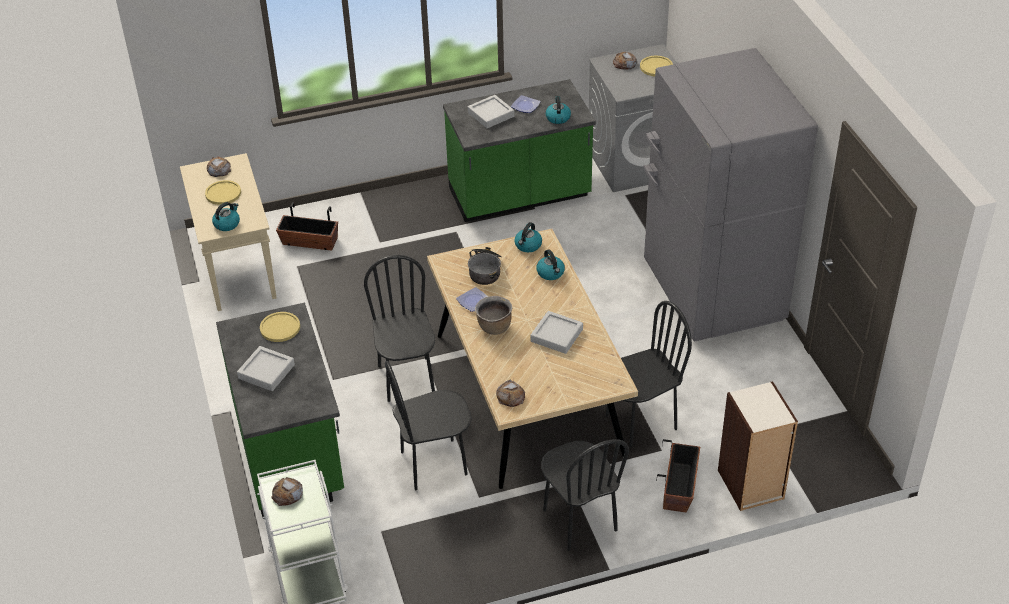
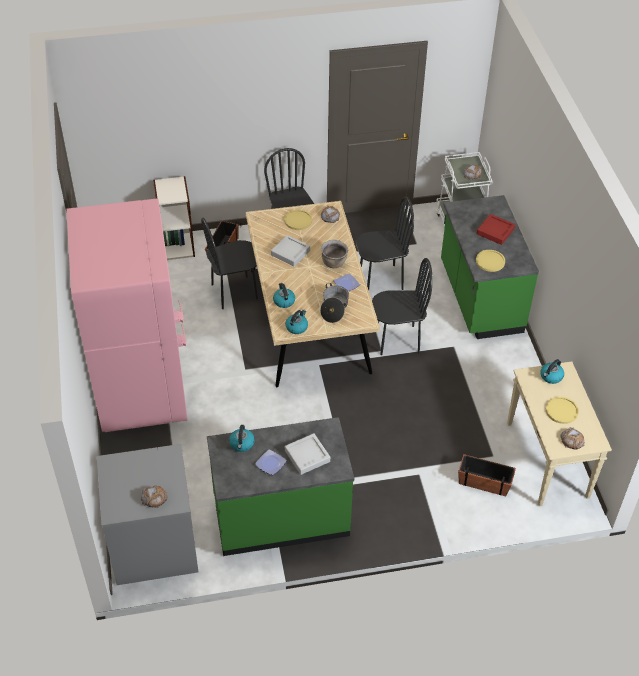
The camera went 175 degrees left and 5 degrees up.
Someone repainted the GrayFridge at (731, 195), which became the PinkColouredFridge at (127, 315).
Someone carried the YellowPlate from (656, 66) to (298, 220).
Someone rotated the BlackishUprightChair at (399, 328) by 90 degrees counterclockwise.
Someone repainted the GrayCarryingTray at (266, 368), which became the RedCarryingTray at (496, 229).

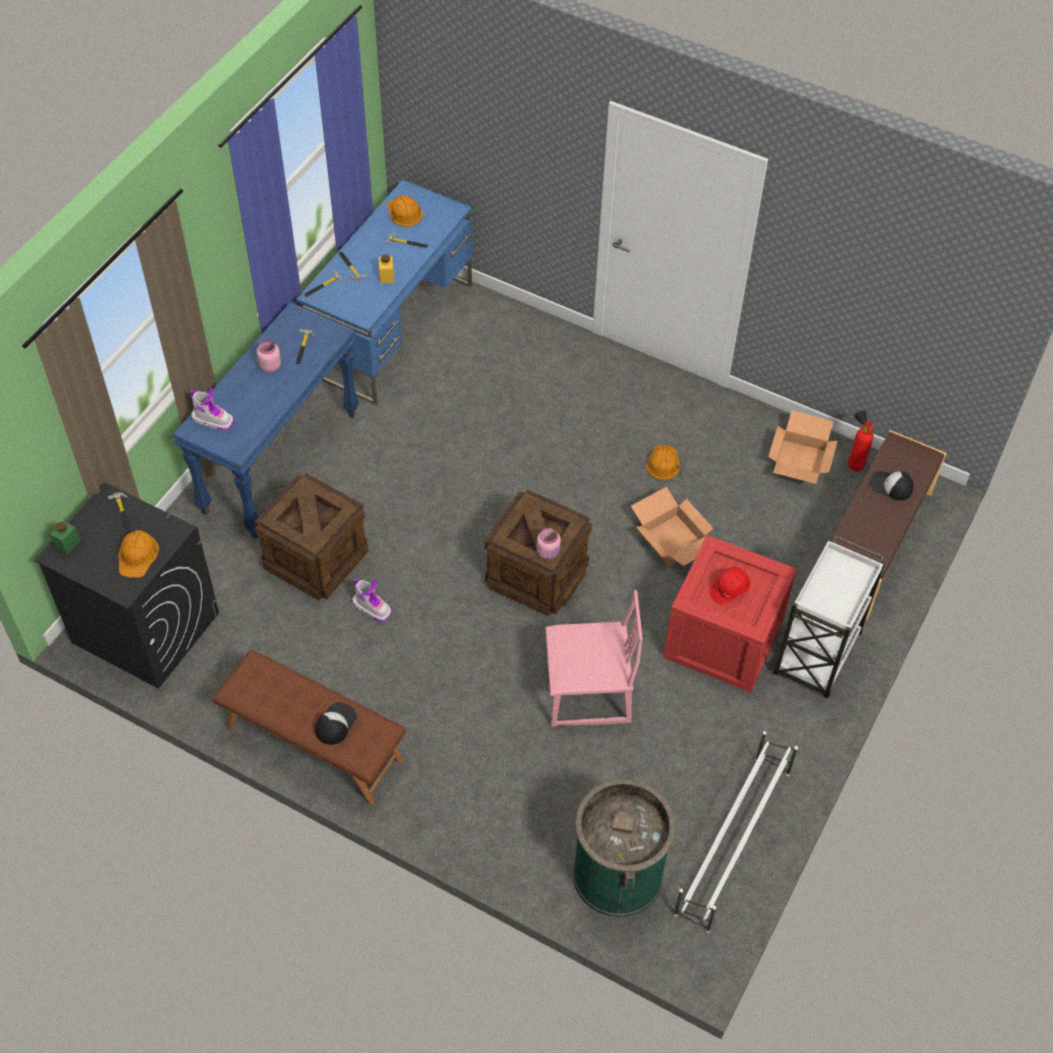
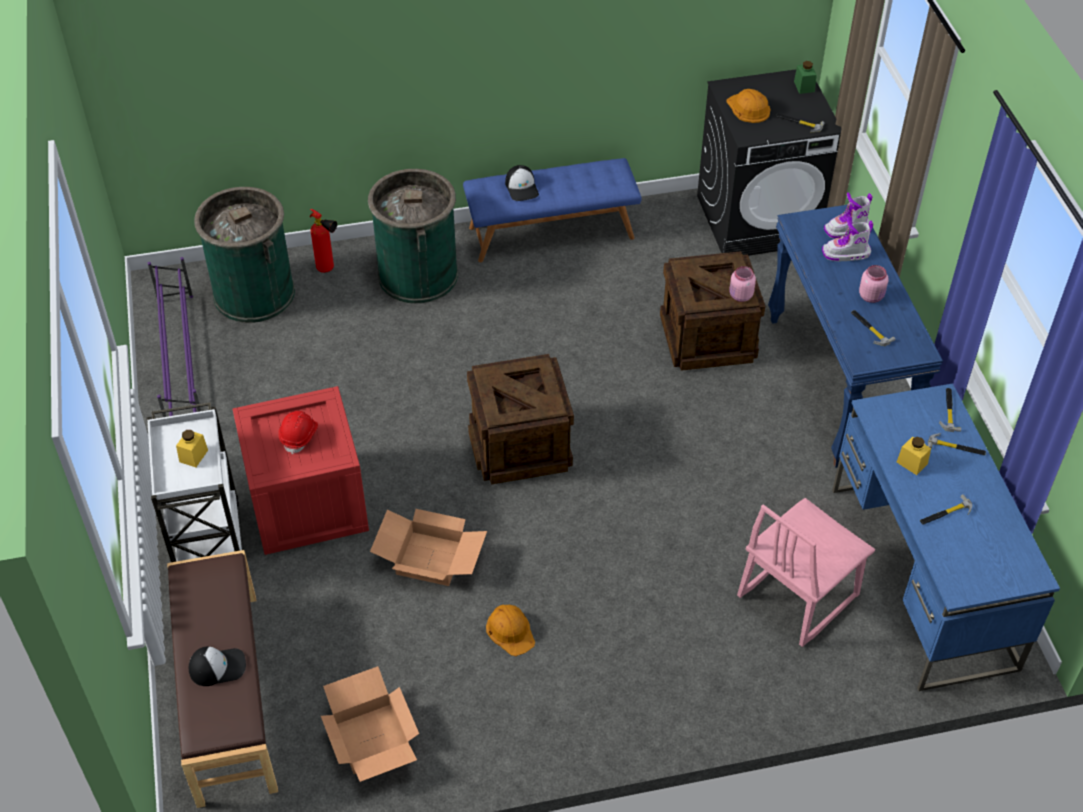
The camera went 140 degrees right and 5 degrees down.
Someone repainted the WhiteColouredShoeRack at (736, 832), which became the PurpleShoeRack at (174, 337).
Someone put down the YellowJar at (192, 448).
Someone carried the FireFightingCylinder from (861, 440) to (323, 241).
Someone put down the GreenColouredTrashCan at (413, 236).
Someone repainted the BrownColouredIndoorBench at (309, 727), which became the BlueColouredIndoorBench at (552, 210).
Someone carried the PinkColouredJar from (549, 544) to (742, 284).
Someone carried the PinkColouredUprightChair from (594, 658) to (806, 572).
Someone carried the HighTopBoot from (372, 600) to (847, 238).
Someone took away the OrangeWorkHelmet at (405, 211).

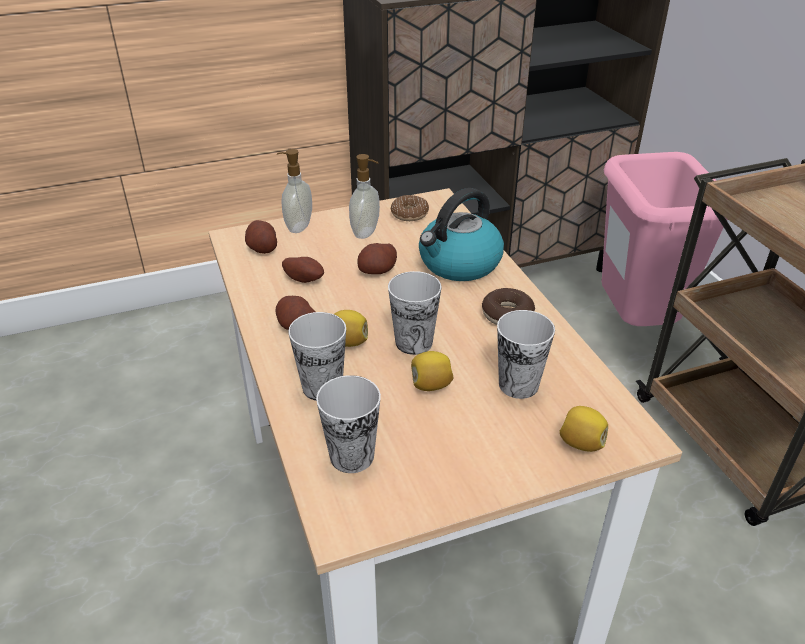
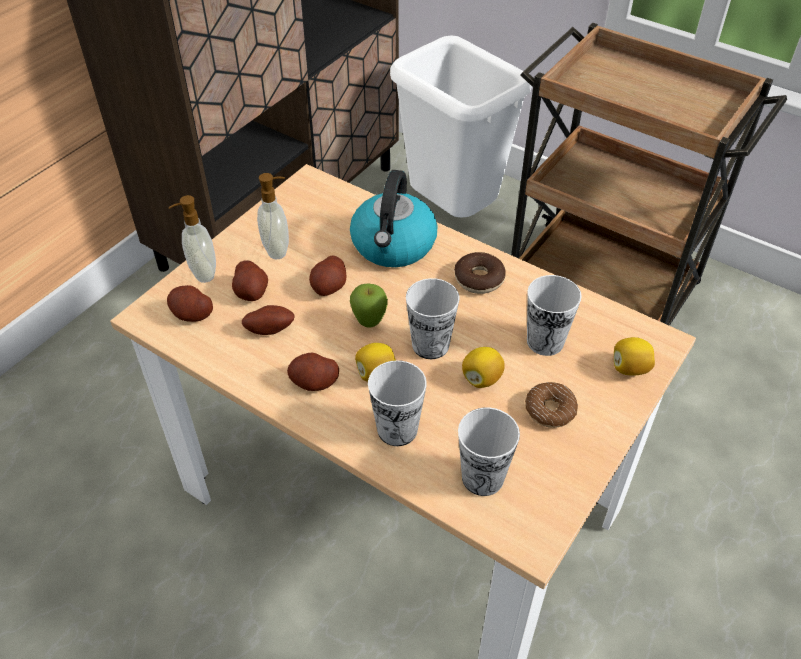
The camera went 35 degrees left and 10 degrees up.
Someone put down the WholePotato at (250, 280).
Someone put down the Apple at (369, 305).
Someone repainted the PinkColouredTrashCan at (664, 239), which became the WhiteColouredTrashCan at (461, 126).
Someone carried the Donut from (410, 208) to (551, 405).

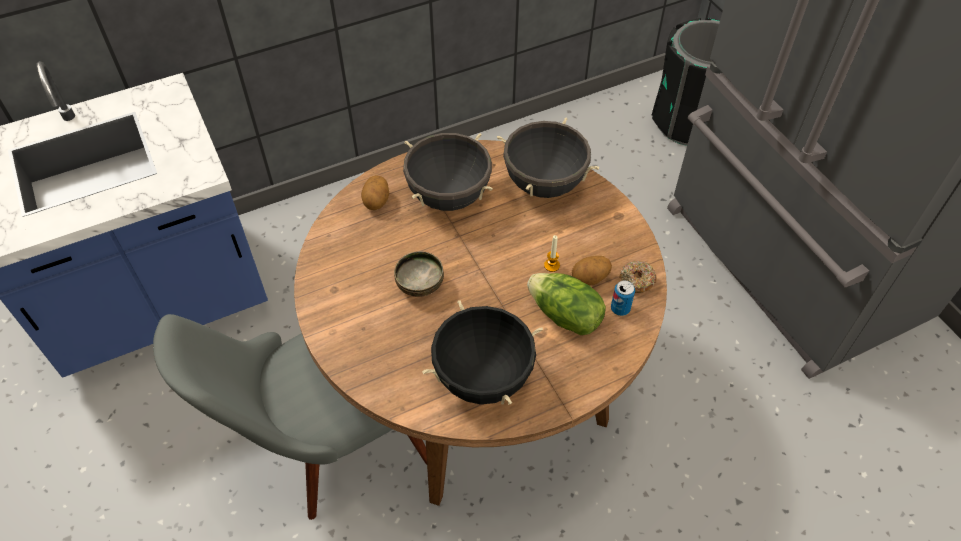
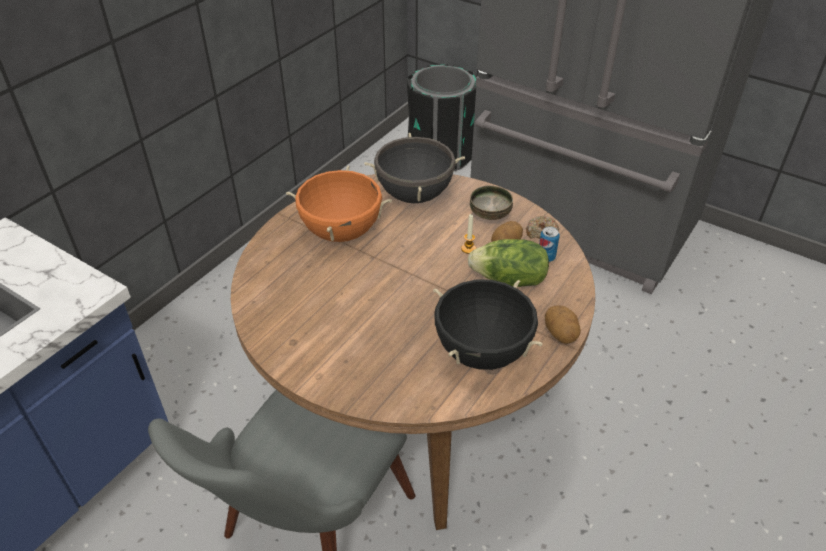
The camera went 30 degrees left and 10 degrees down.
Someone repainted the BlackishSaucepot at (448, 172), which became the OrangeSaucepot at (339, 204).
Someone carried the ServingBowl from (419, 274) to (491, 202).
Someone carried the WholePotato from (375, 192) to (563, 324).

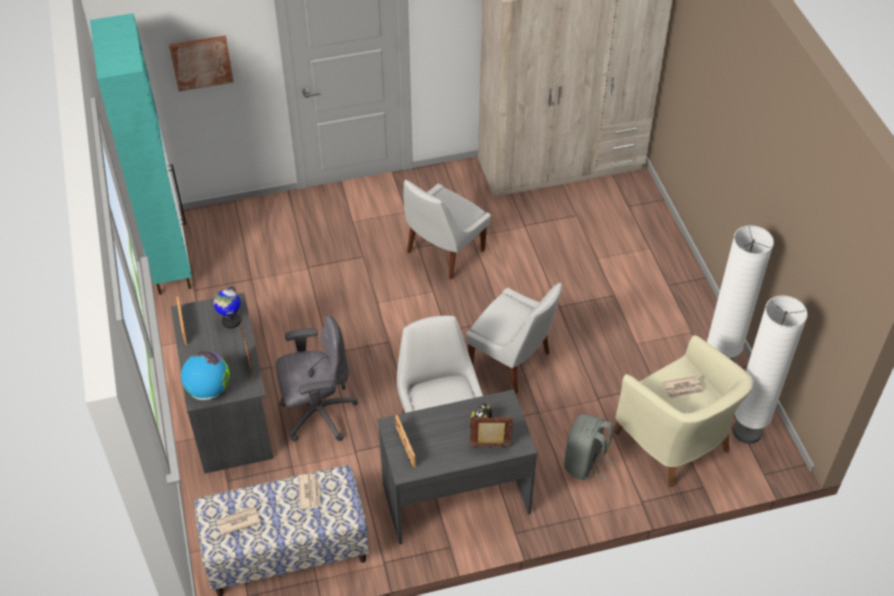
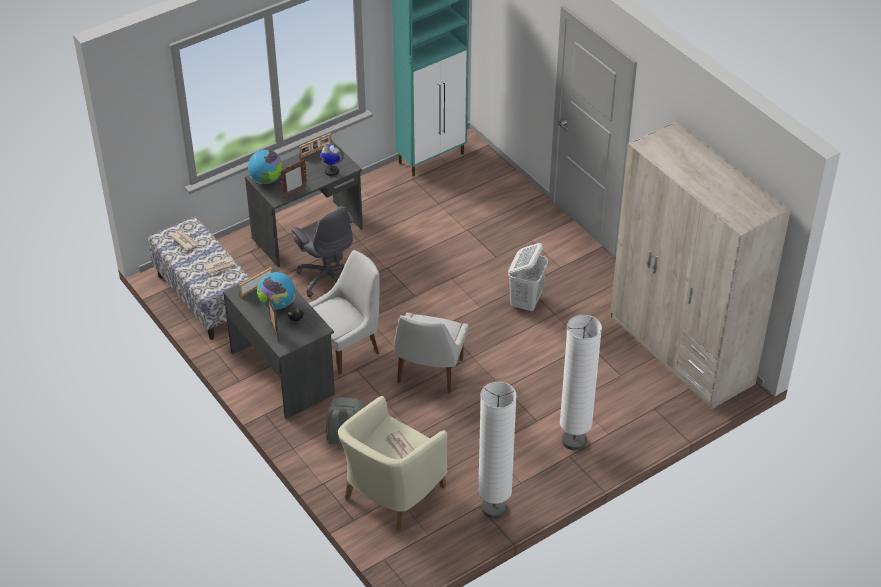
The camera went 70 degrees right and 5 degrees down.
Someone put down the Globe at (276, 291).
Someone swapped the WhiteColouredUprightChair at (447, 230) for the WhiteColouredLaundryBasket at (528, 277).
Someone carried the WhiteColouredStandingLamp from (770, 370) to (581, 382).
Someone took away the Picture at (201, 63).

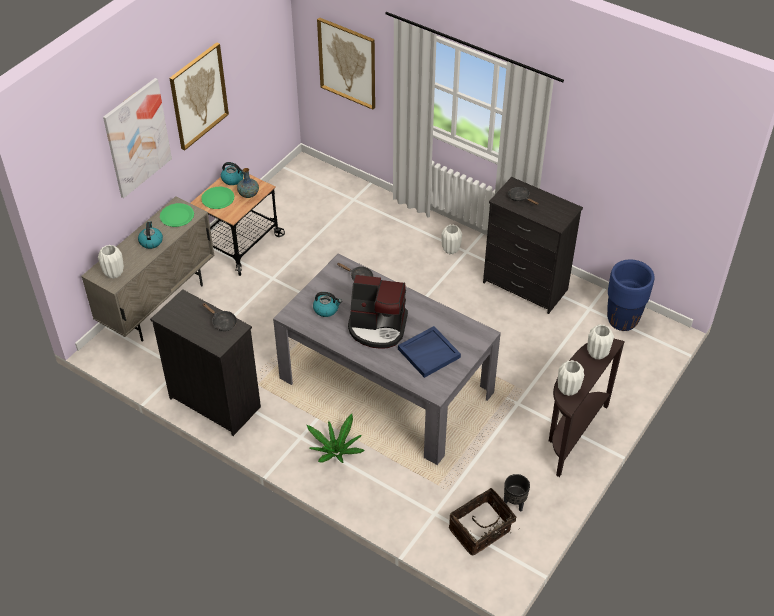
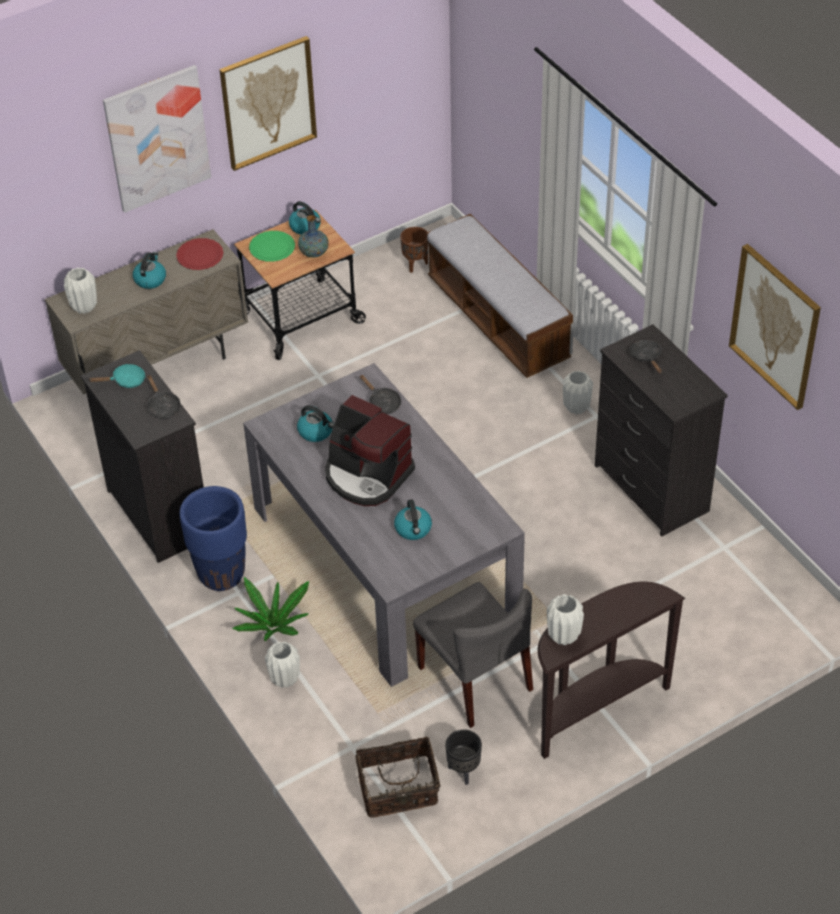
The camera went 25 degrees right and 0 degrees up.
Someone put down the TurquoiseSkillet at (117, 376).
Someone repainted the GreenColouredPlate at (177, 215), which became the RedPlate at (199, 254).
Someone carried the BlueColouredPlanter from (630, 295) to (213, 538).
Someone carried the WhiteColouredFlowerVase from (600, 342) to (282, 664).
Someone swapped the BlueColouredCarryingTray at (429, 352) for the WaterKettle at (413, 519).
Someone put down the BrownColouredPlanter at (414, 250).
Someone put down the GrayUprightChair at (473, 655).
Someone put down the IndoorBench at (500, 296).
Someone carried the Picture from (346, 63) to (775, 327).

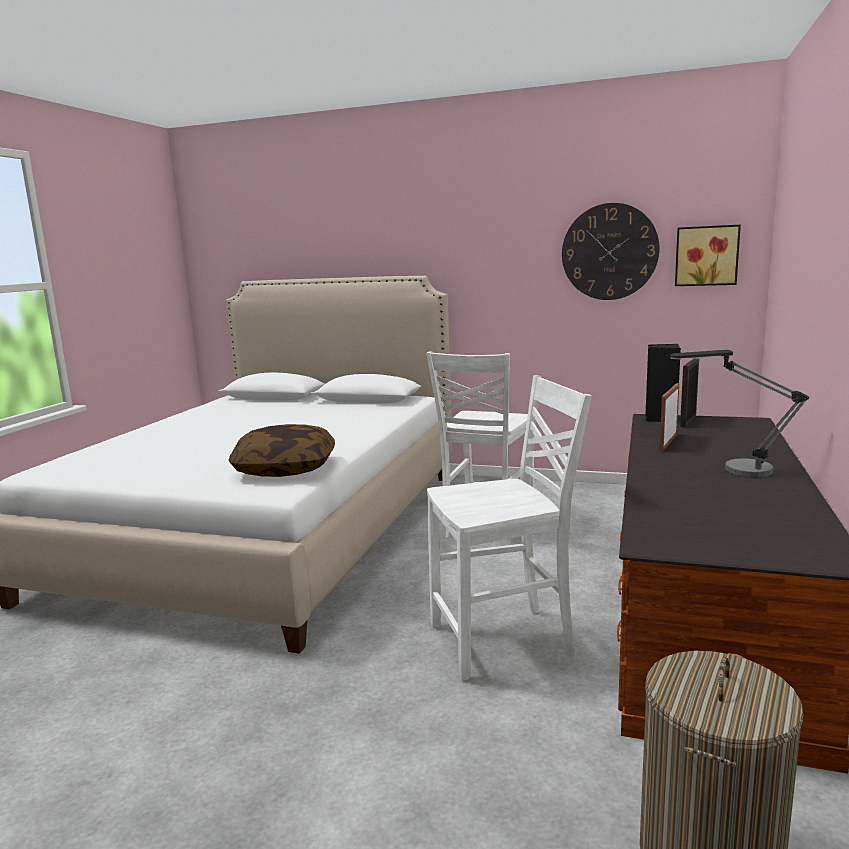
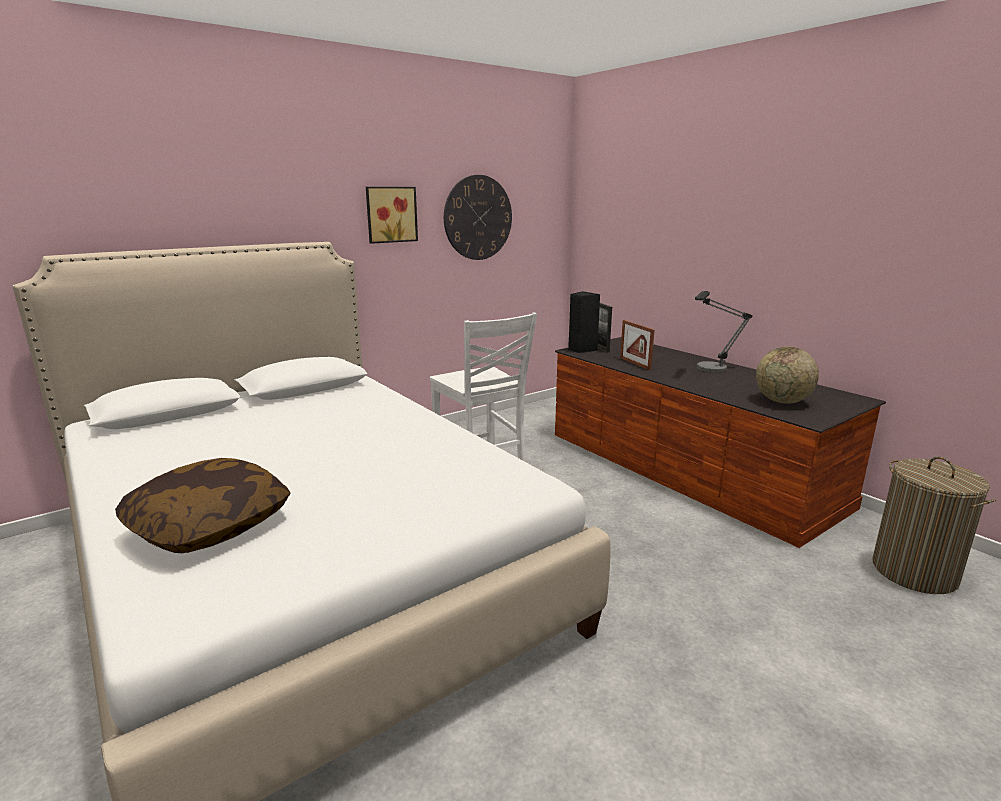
The camera went 55 degrees left and 5 degrees up.
Someone carried the Pillow from (282, 450) to (203, 505).
Someone carried the Picture from (708, 255) to (392, 215).
Someone put down the Globe at (787, 375).
Someone took away the WhiteColouredUprightChair at (509, 528).

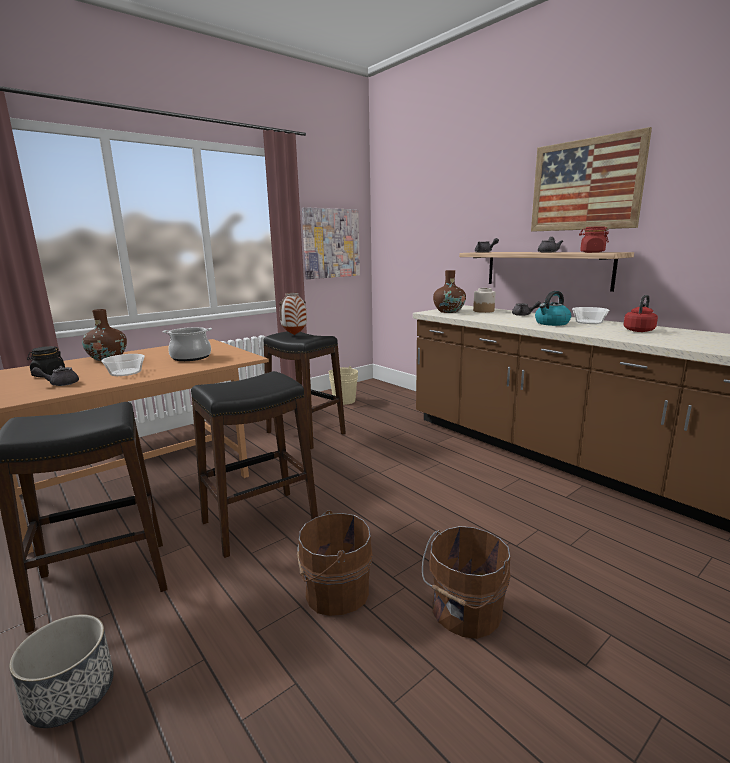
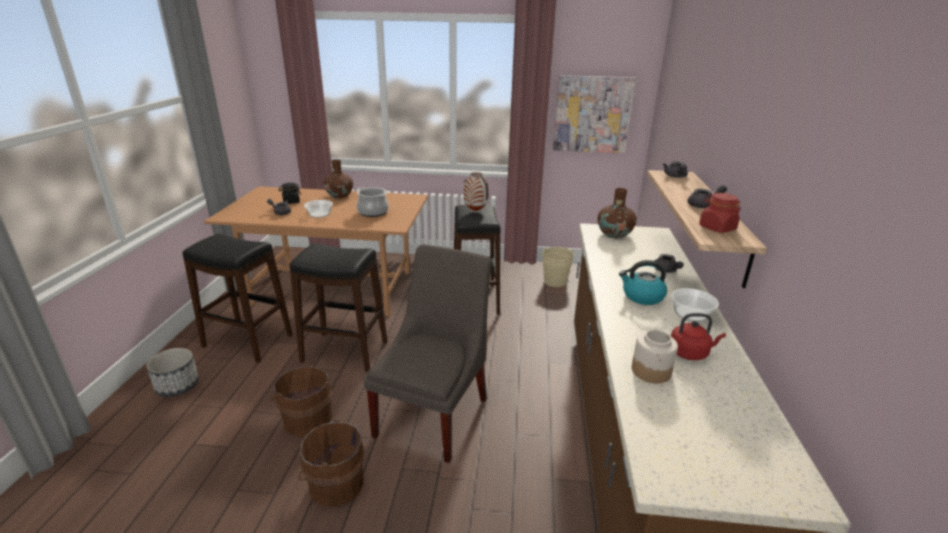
The camera went 45 degrees right and 10 degrees up.
Someone put down the GrayUprightChair at (428, 353).
Someone carried the Jar from (484, 300) to (655, 356).
Someone took away the Picture at (591, 179).

